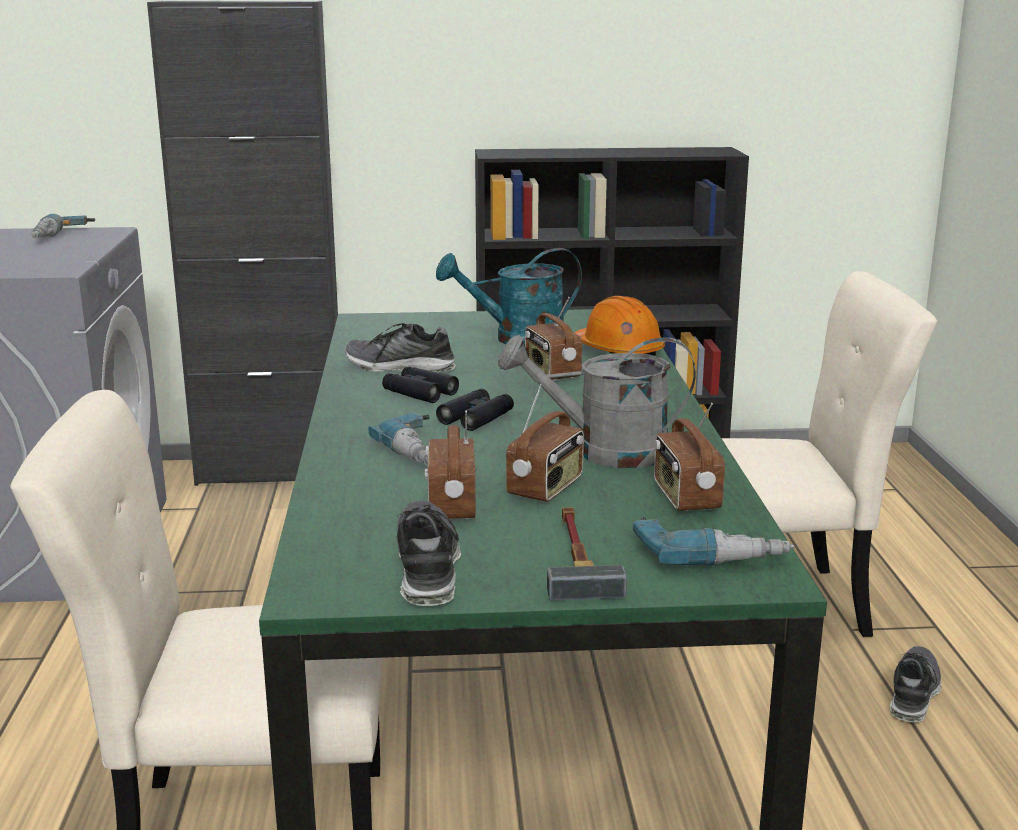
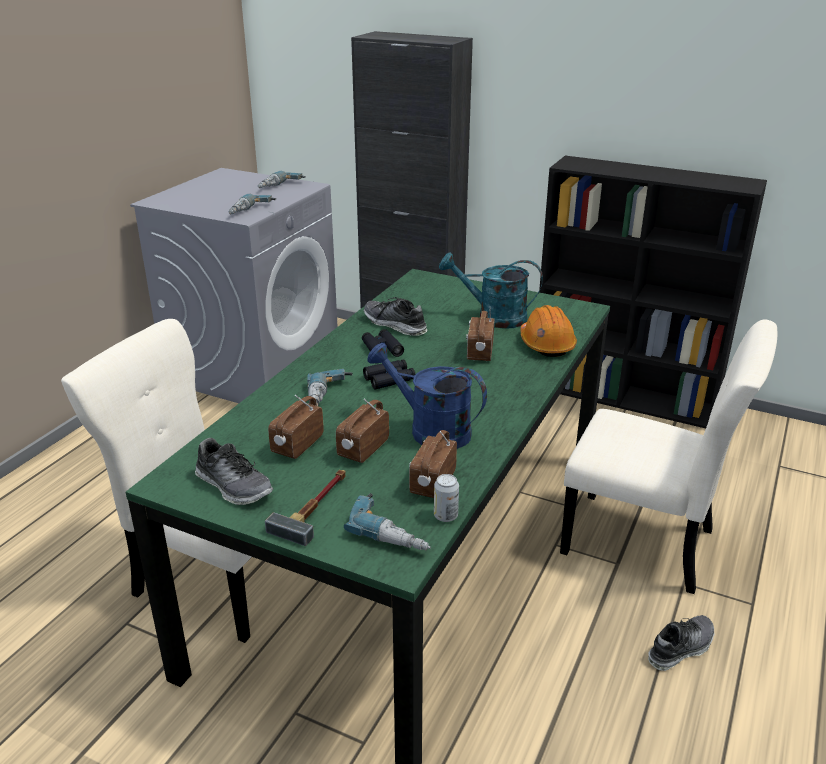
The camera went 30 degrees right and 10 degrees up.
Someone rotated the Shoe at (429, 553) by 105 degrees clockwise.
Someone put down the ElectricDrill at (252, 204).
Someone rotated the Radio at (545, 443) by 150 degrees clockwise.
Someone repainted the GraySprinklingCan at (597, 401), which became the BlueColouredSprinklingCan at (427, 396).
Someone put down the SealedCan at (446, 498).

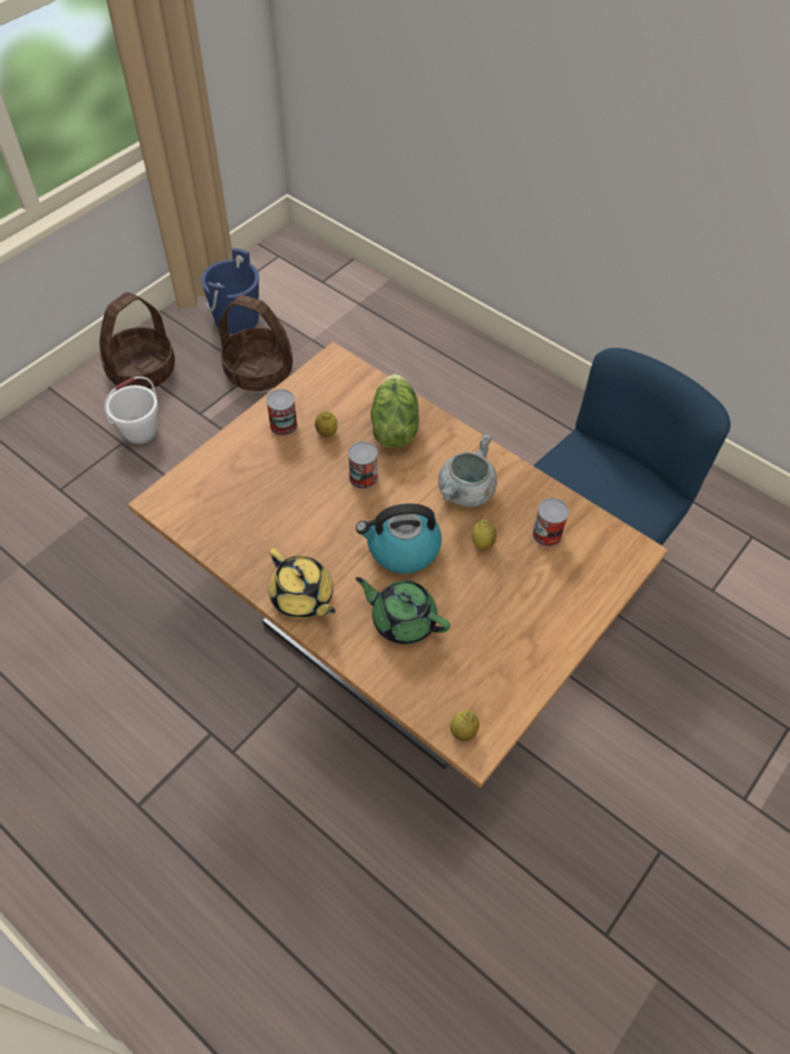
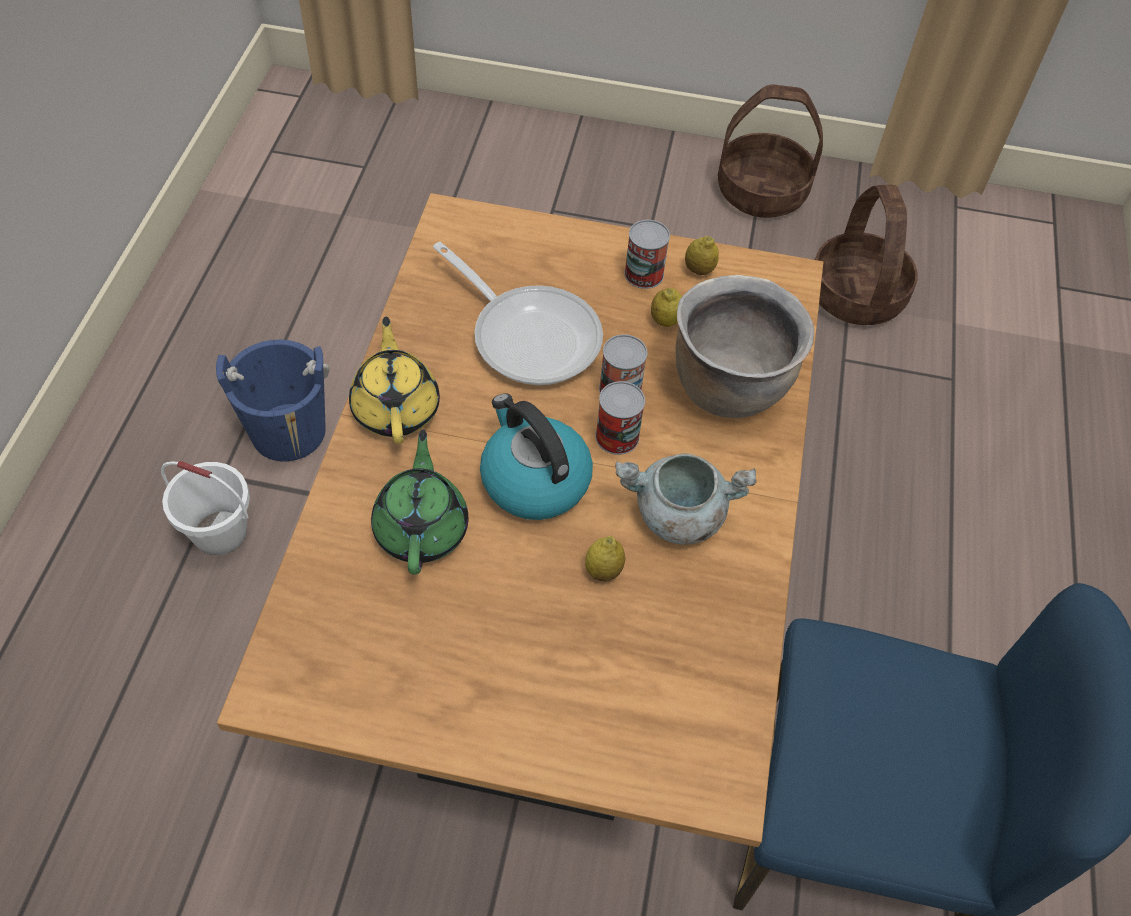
The camera went 60 degrees right and 0 degrees up.
Someone carried the WhiteColouredWaterBucket from (131, 410) to (205, 508).
Someone carried the BlueColouredWaterBucket from (230, 291) to (273, 401).
Someone rotated the YellowTeaPot at (302, 583) by 150 degrees clockwise.
Someone put down the Skillet at (518, 313).
Someone carried the SealedCan from (550, 522) to (620, 418).
Someone swapped the Lettuce at (394, 411) for the BrownColouredSaucepot at (744, 346).
Someone carried the CitrusFruit from (464, 725) to (702, 255).

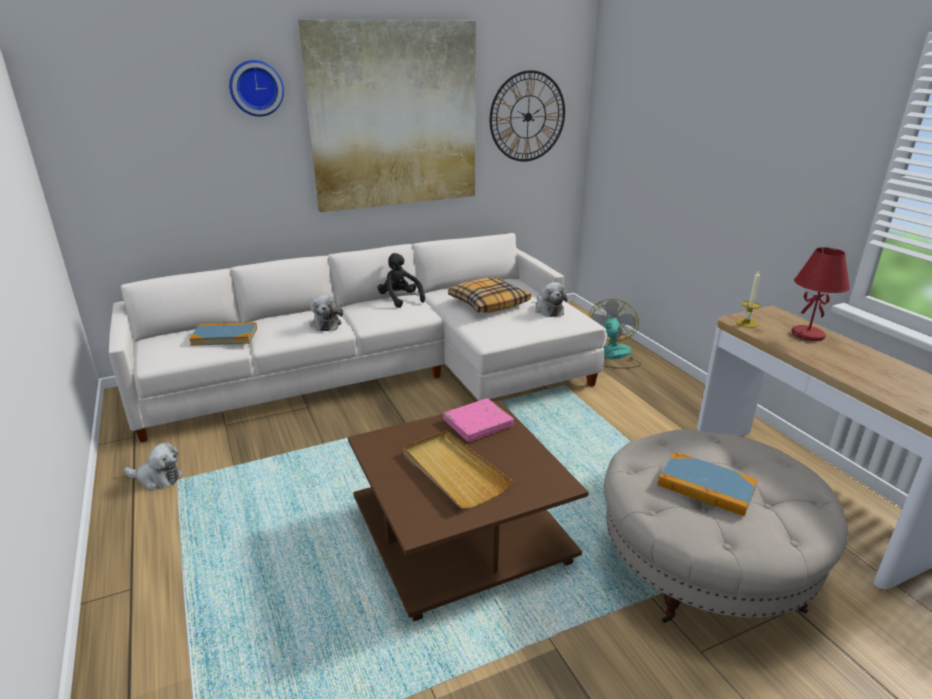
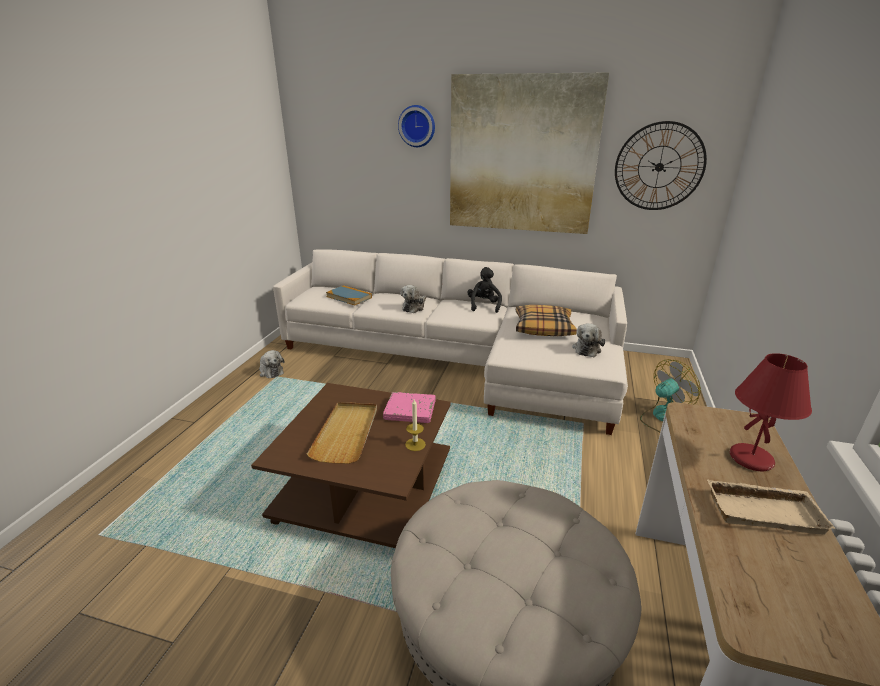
The camera went 40 degrees right and 0 degrees up.
Someone carried the WaxCandle from (748, 299) to (415, 425).
Someone put down the BeigeColouredCarryingTray at (771, 507).
Someone took away the Book at (708, 484).

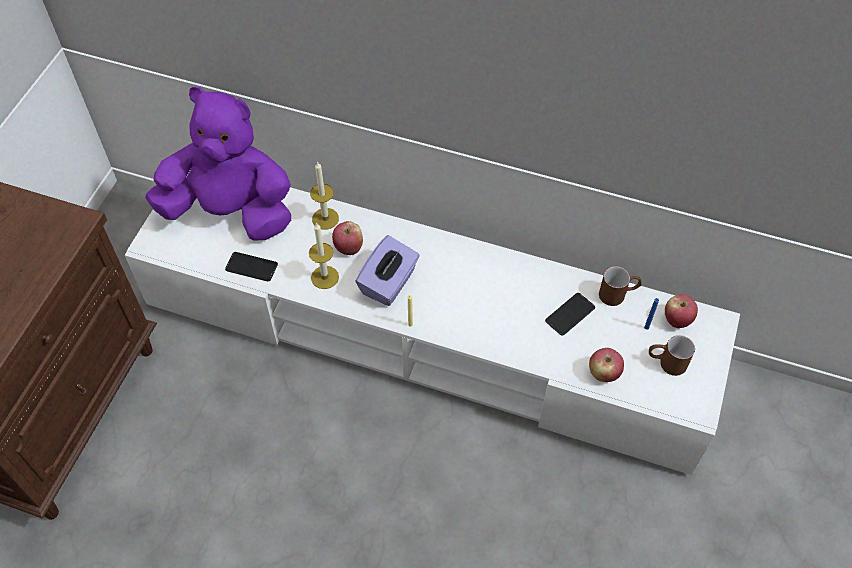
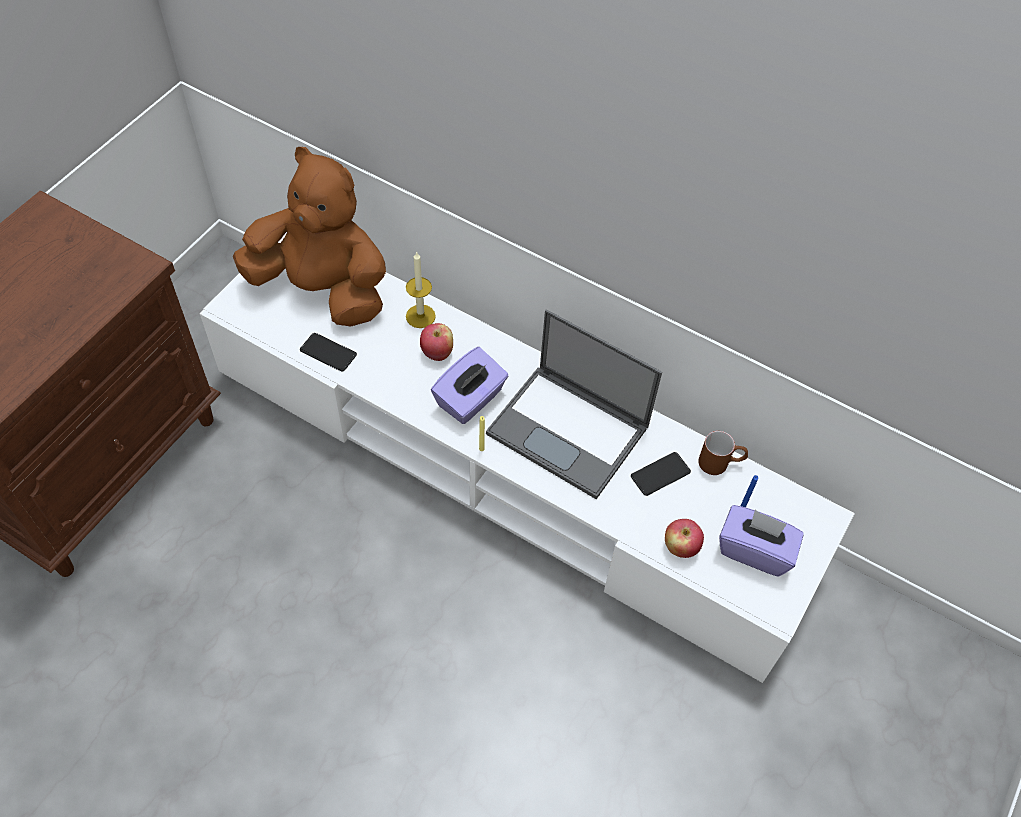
The camera went 10 degrees right and 0 degrees up.
Someone repainted the PurplePlushToy at (218, 164), which became the BrownColouredPlushToy at (309, 236).
Someone put down the PortableComputer at (574, 404).
Someone swapped the BrownColouredMug at (672, 355) for the PurpleBoxOfTissues at (761, 541).
Someone took away the WaxCandle at (324, 255).
Someone took away the Apple at (681, 311).

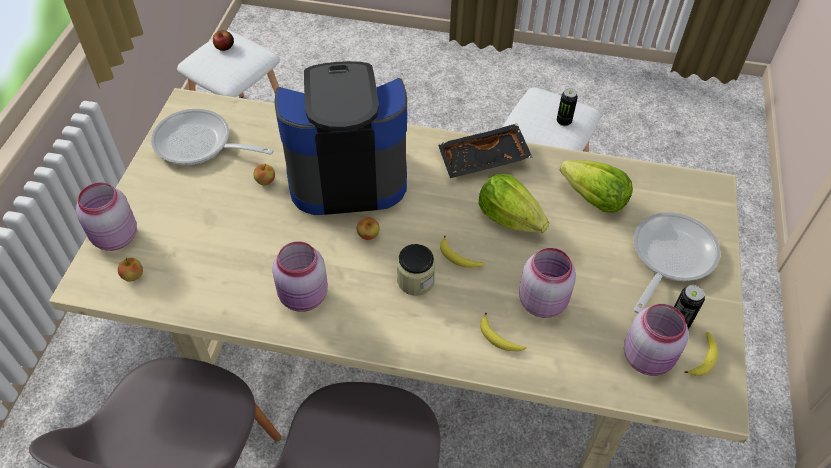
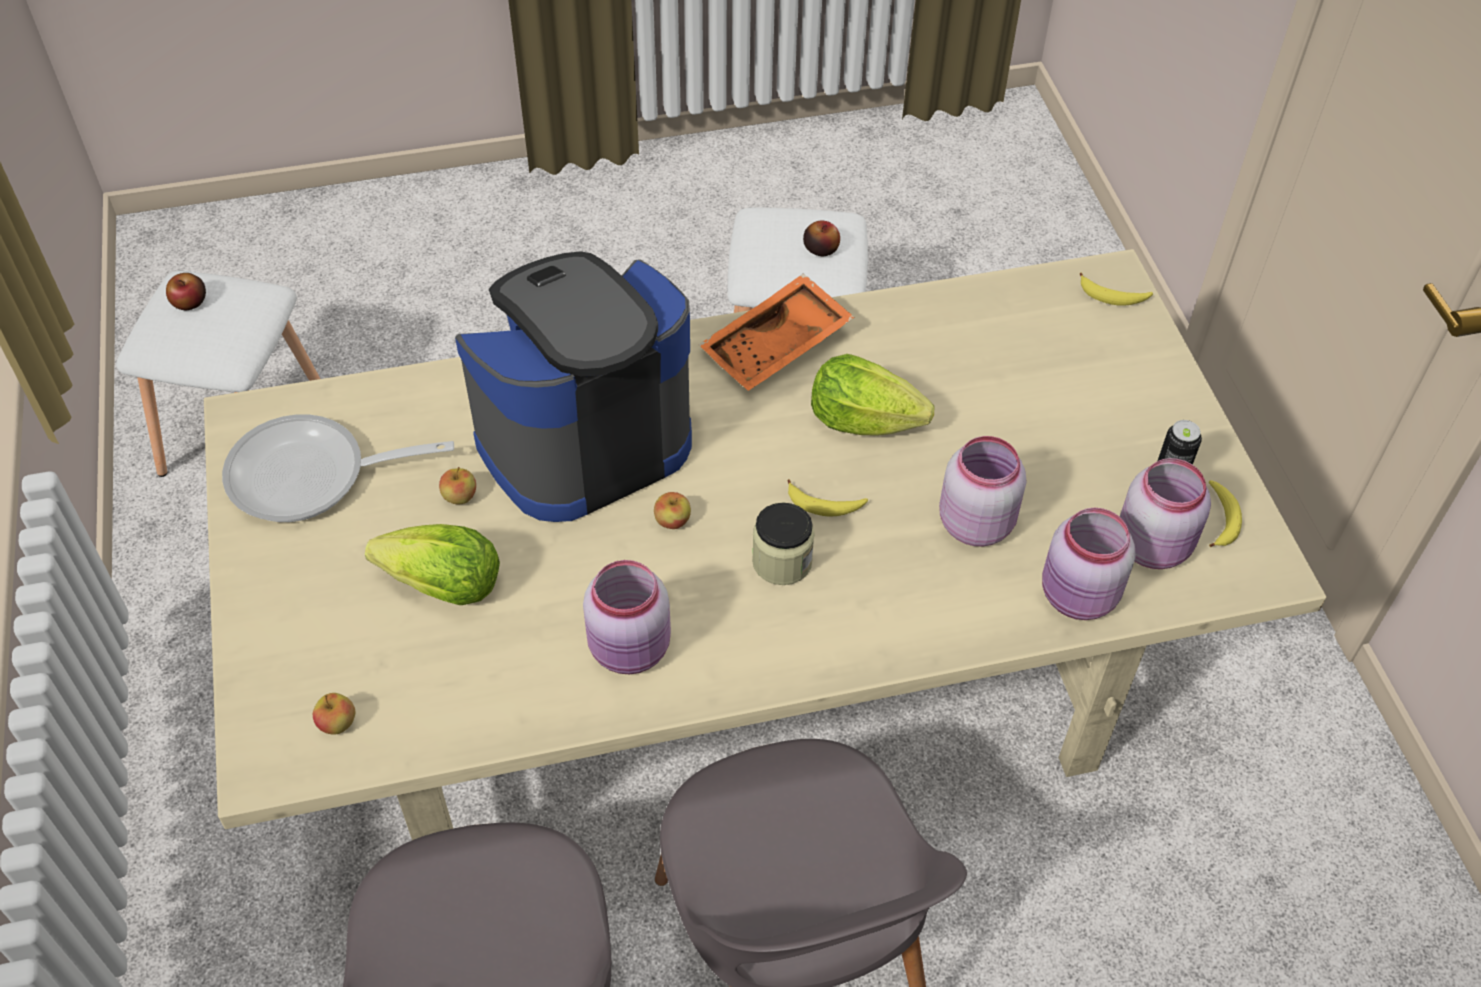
The camera went 25 degrees left and 0 degrees up.
Someone carried the Lettuce from (596, 186) to (432, 564).
Someone repainted the BlackishCarryingTray at (485, 151), which became the OrangeCarryingTray at (777, 332).
Someone swapped the SealedCan at (567, 107) for the Apple at (821, 238).
Someone carried the PinkColouredJar from (106, 216) to (1088, 564).
Someone carried the WholeBanana from (503, 332) to (1116, 289).
Someone took away the Skillet at (677, 263).

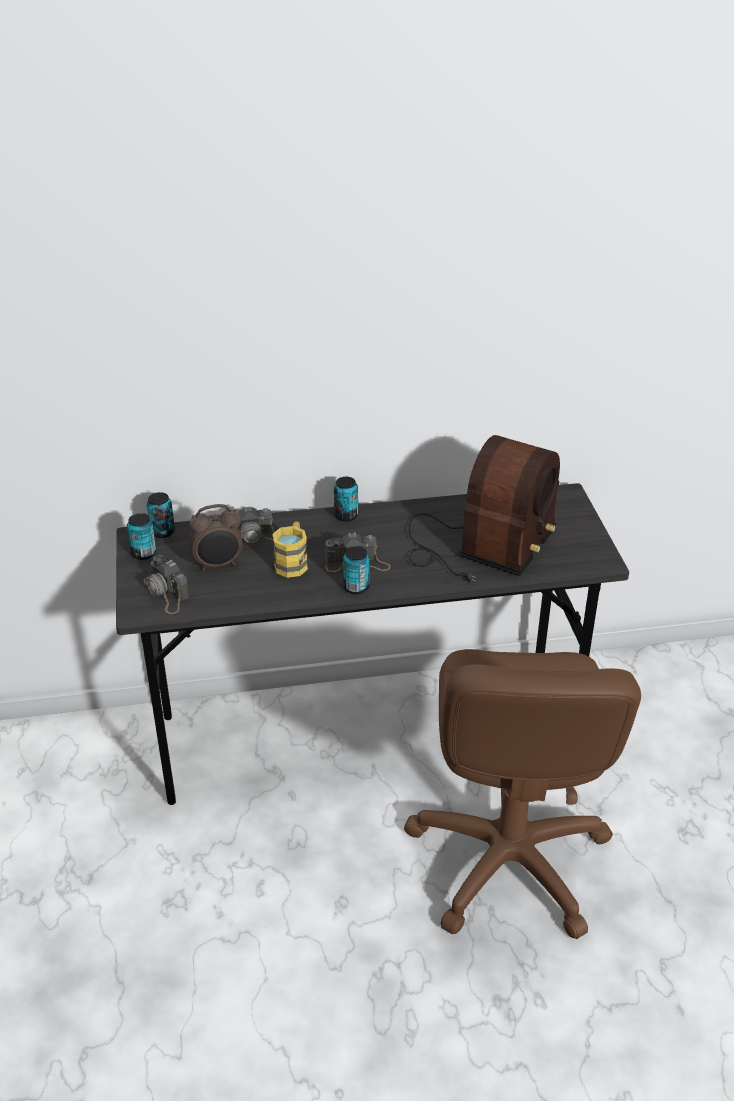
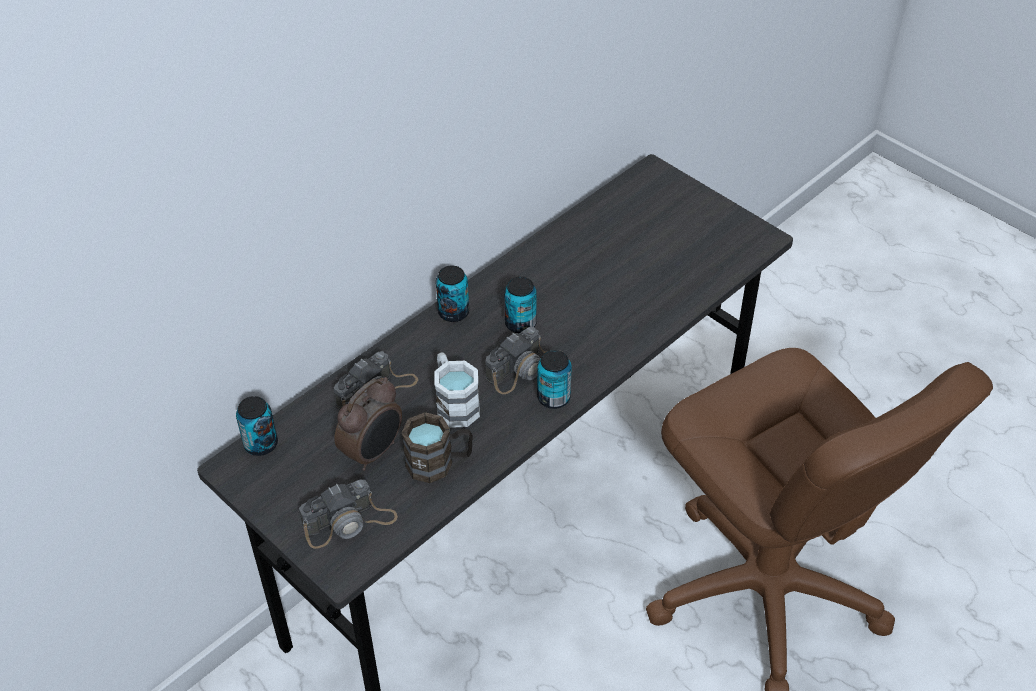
The camera went 35 degrees left and 10 degrees up.
Someone rotated the StillCamera at (166, 584) by 45 degrees counterclockwise.
Someone put down the BrownColouredMug at (437, 447).
Someone repainted the YellowMug at (290, 549), which became the WhiteColouredMug at (457, 390).
Someone carried the SealedCan from (141, 536) to (520, 305).
Someone took away the Radio at (484, 508).

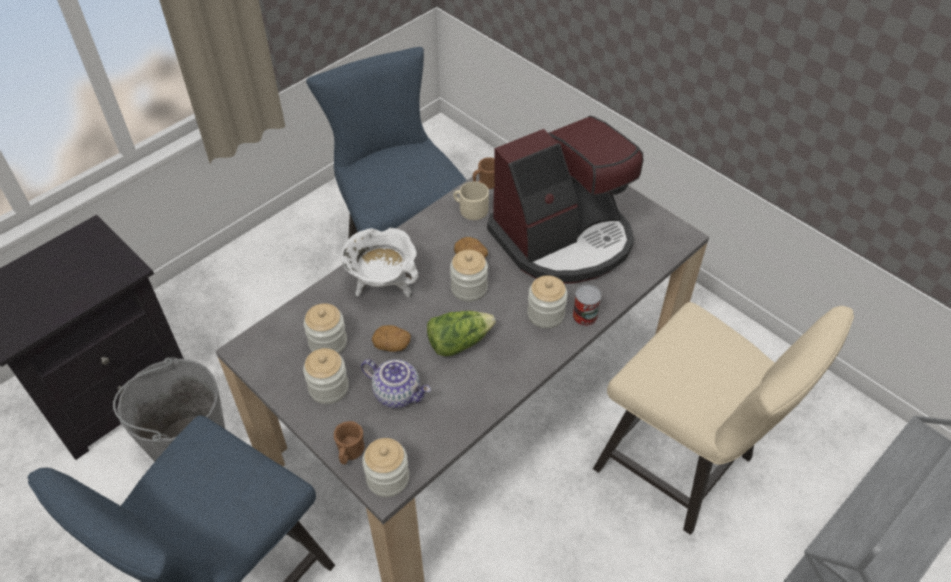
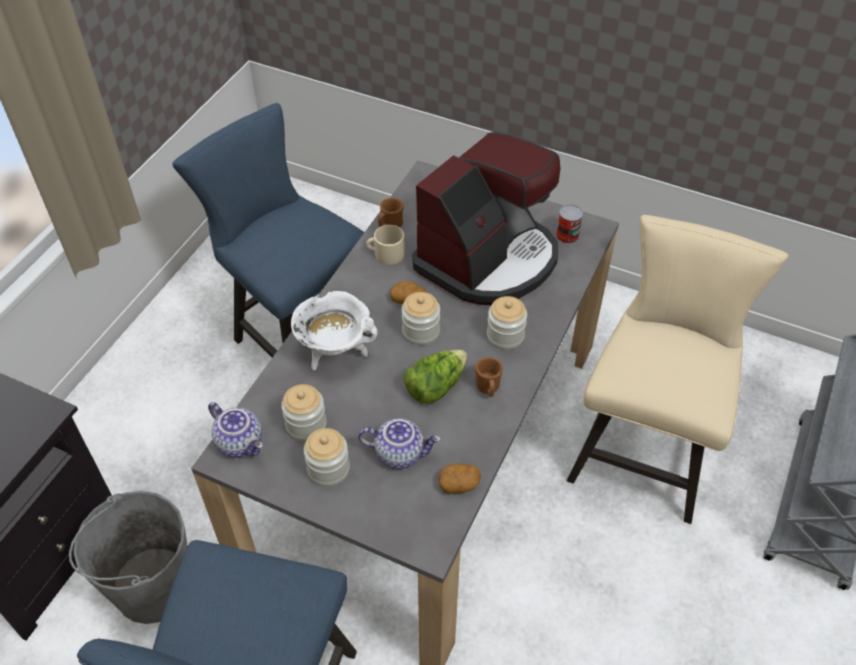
The camera went 20 degrees left and 0 degrees up.
Someone put down the TeaPot at (235, 430).
Someone carried the WholePotato from (391, 338) to (459, 478).
Someone carried the BrownColouredMug from (349, 442) to (489, 377).
Someone carried the SealedCan from (587, 305) to (569, 224).
Someone rotated the BeigeColouredUprightChair at (723, 418) by 90 degrees counterclockwise.
Someone took away the Jar at (385, 467).

